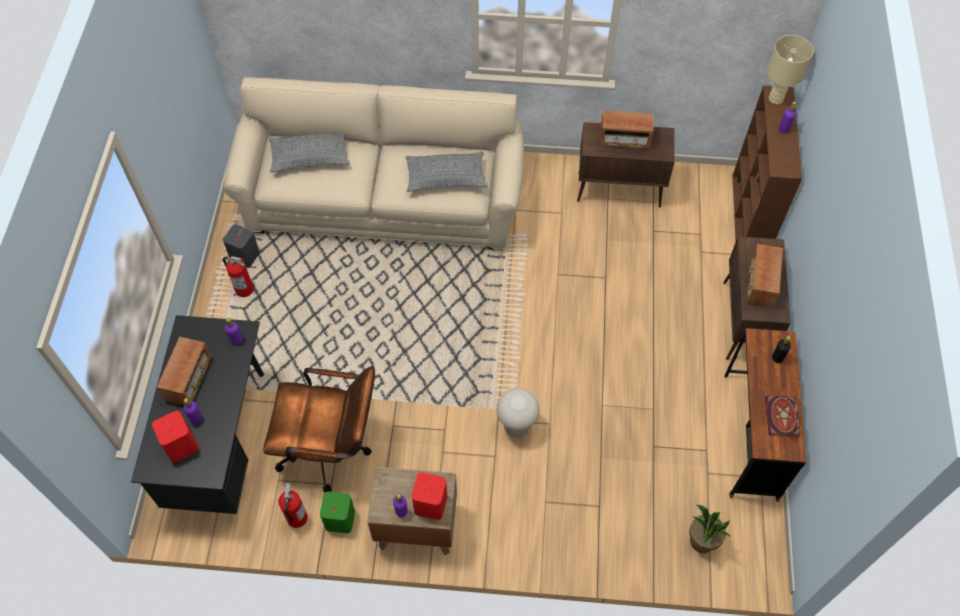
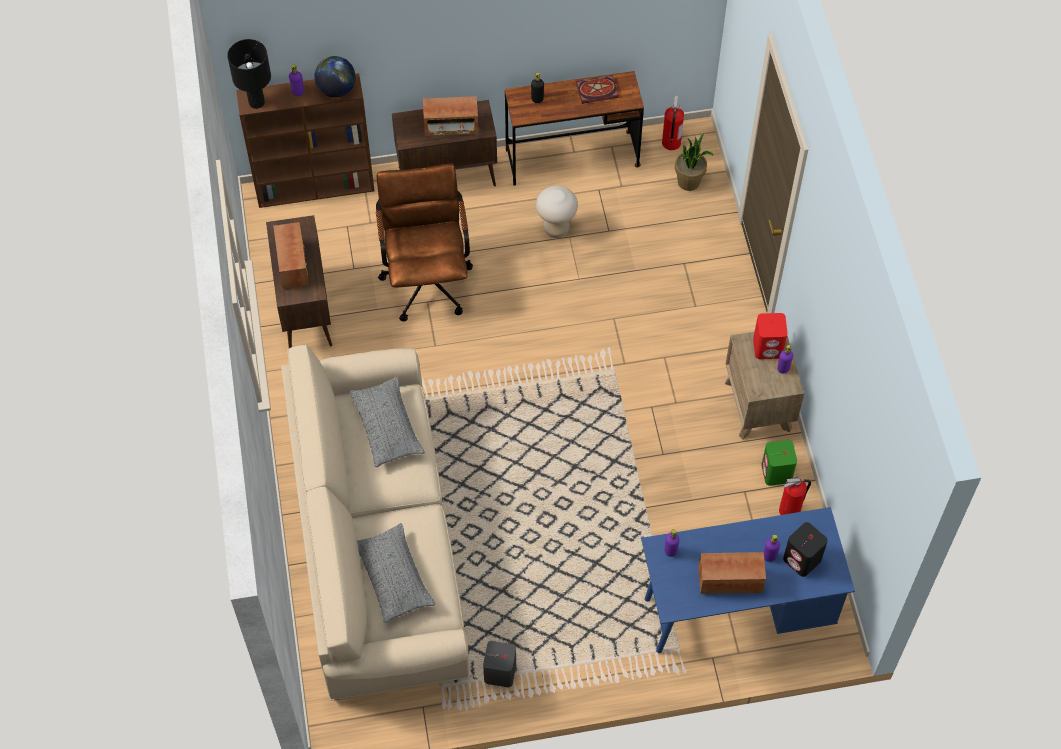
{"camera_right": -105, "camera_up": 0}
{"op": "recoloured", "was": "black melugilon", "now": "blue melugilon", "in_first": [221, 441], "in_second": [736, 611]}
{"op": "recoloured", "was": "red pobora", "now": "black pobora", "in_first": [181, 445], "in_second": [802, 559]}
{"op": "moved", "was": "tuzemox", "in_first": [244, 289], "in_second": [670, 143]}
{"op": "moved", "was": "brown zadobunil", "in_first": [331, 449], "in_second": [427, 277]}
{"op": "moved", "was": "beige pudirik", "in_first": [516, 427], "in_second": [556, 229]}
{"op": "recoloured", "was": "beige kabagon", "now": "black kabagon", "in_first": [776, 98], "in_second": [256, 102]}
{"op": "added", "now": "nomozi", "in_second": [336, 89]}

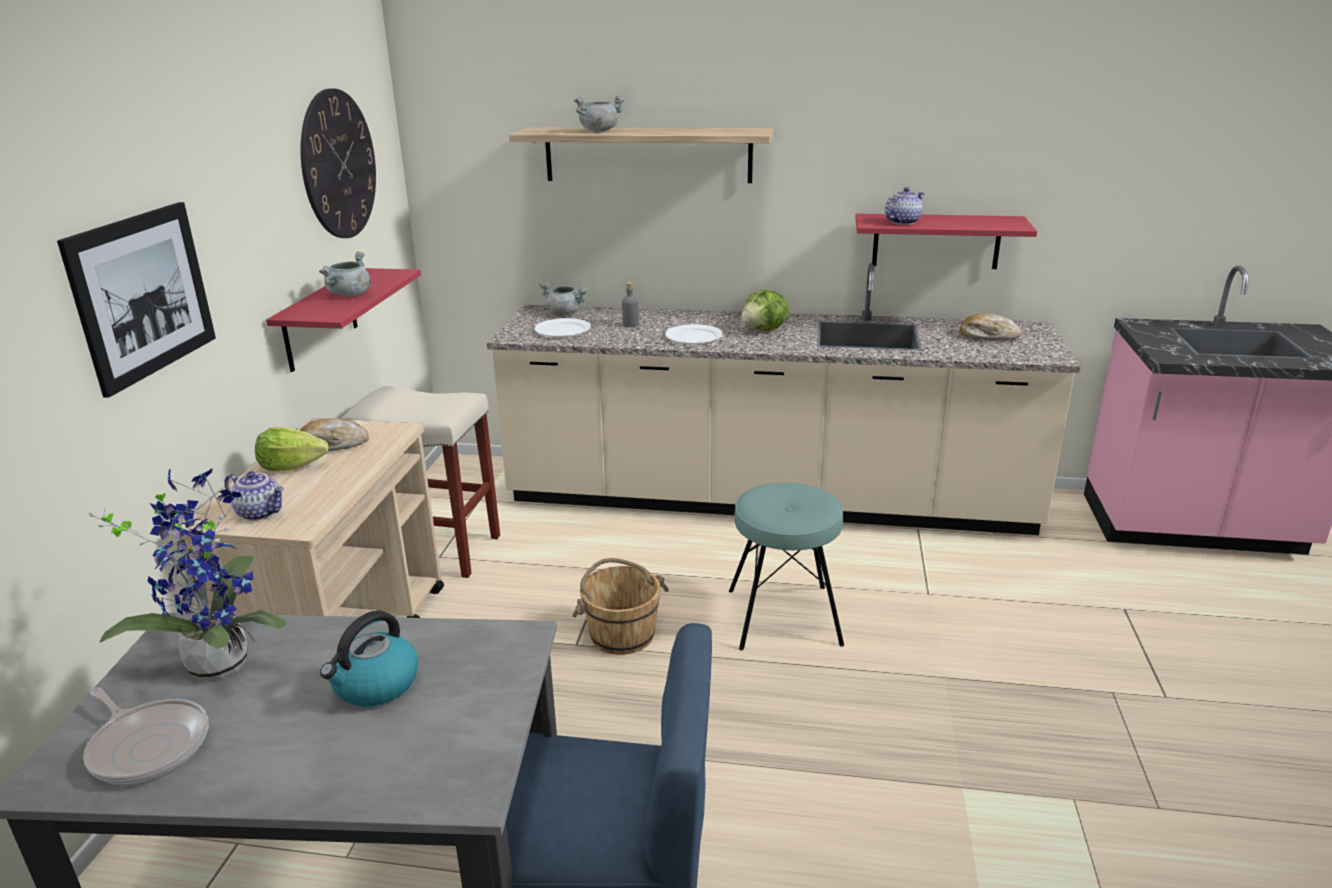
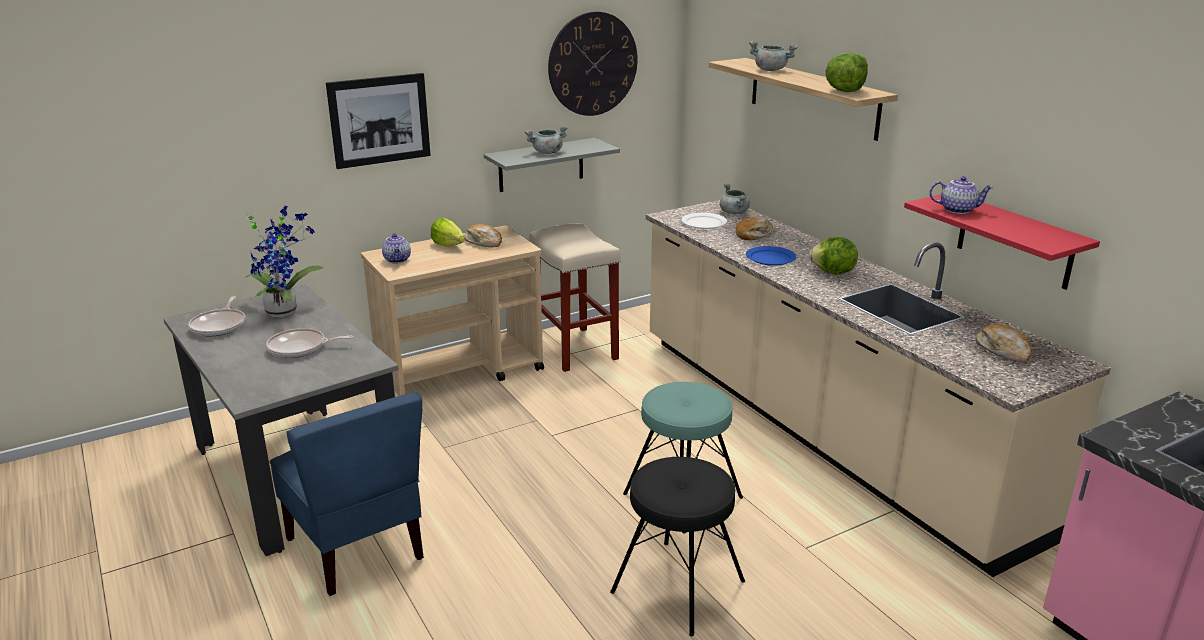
{"camera_right": 50, "camera_up": 0}
{"op": "recoloured", "was": "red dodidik", "now": "grey dodidik", "in_first": [320, 320], "in_second": [541, 165]}
{"op": "replaced", "was": "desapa", "now": "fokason", "in_first": [375, 685], "in_second": [300, 348]}
{"op": "removed", "was": "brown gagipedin", "in_first": [621, 634]}
{"op": "replaced", "was": "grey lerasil", "now": "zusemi", "in_first": [630, 324], "in_second": [754, 235]}
{"op": "recoloured", "was": "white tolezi", "now": "blue tolezi", "in_first": [694, 337], "in_second": [771, 258]}
{"op": "added", "now": "black pudirik", "in_second": [678, 587]}
{"op": "added", "now": "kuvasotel", "in_second": [844, 91]}

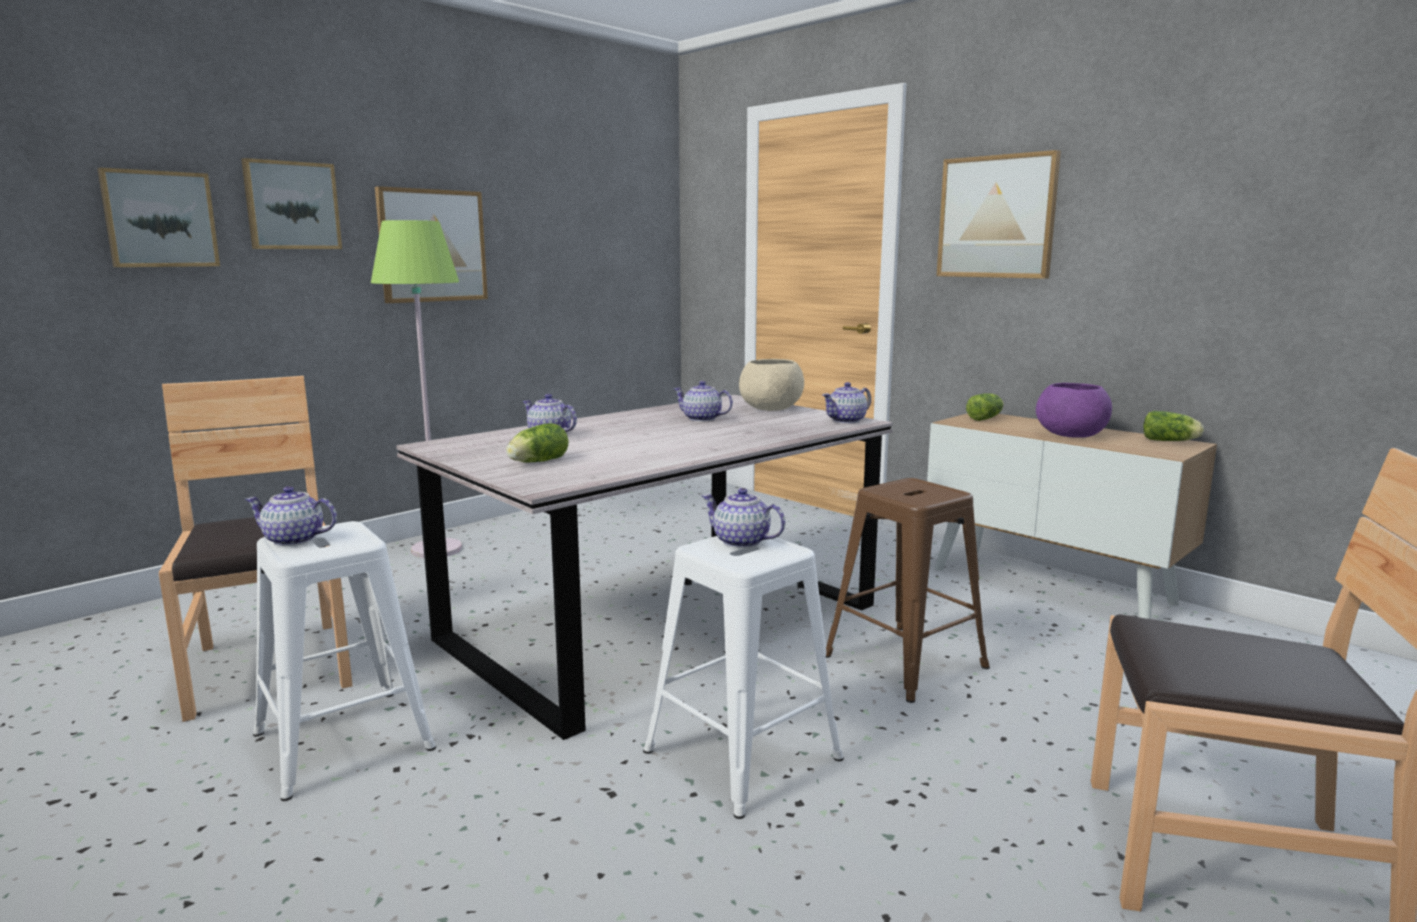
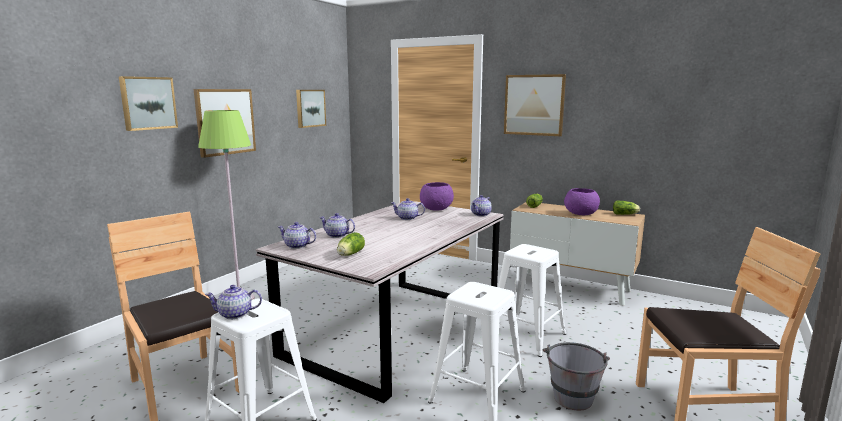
{"camera_right": -15, "camera_up": 0}
{"op": "moved", "was": "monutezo", "in_first": [160, 219], "in_second": [310, 108]}
{"op": "moved", "was": "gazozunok", "in_first": [742, 542], "in_second": [297, 246]}
{"op": "recoloured", "was": "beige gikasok", "now": "purple gikasok", "in_first": [770, 409], "in_second": [436, 209]}
{"op": "recoloured", "was": "brown pudirik", "now": "white pudirik", "in_first": [905, 662], "in_second": [527, 336]}
{"op": "added", "now": "grey gagipedin", "in_second": [572, 394]}

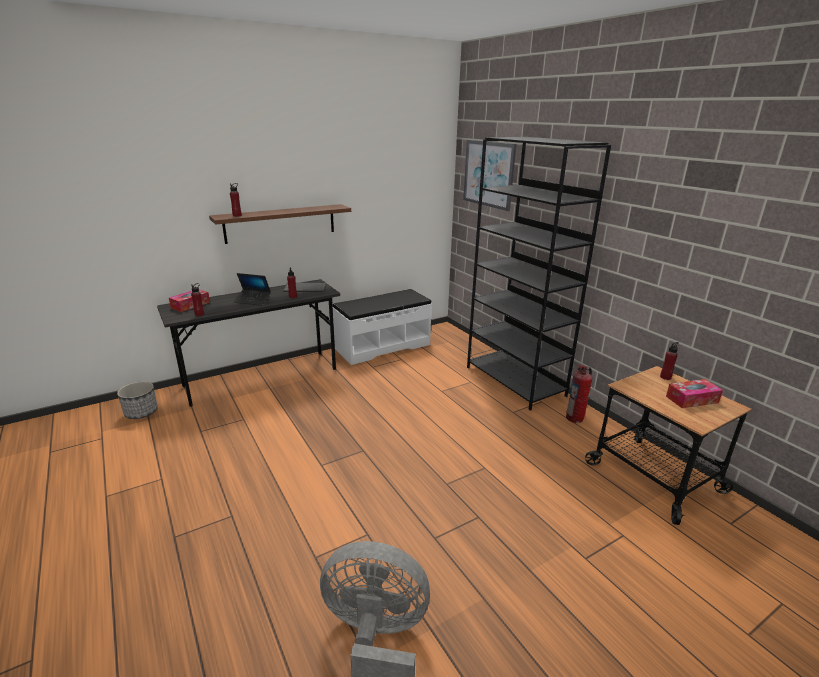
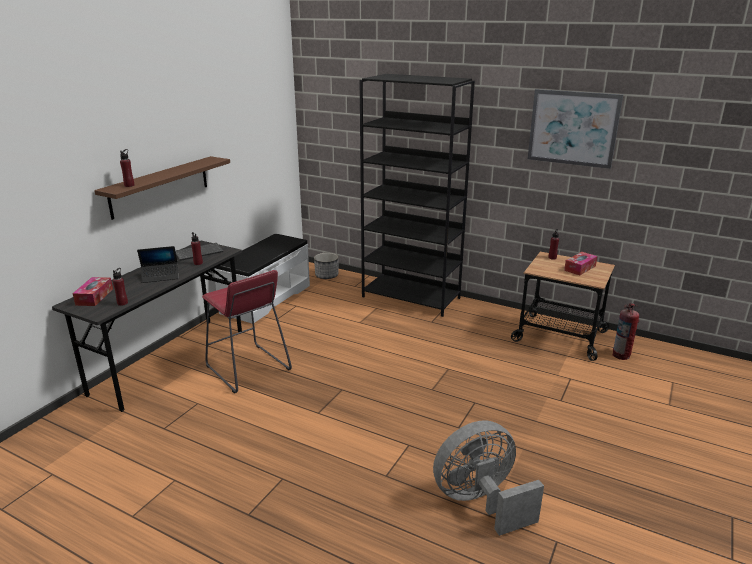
{"camera_right": -30, "camera_up": 0}
{"op": "moved", "was": "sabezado", "in_first": [141, 412], "in_second": [326, 276]}
{"op": "moved", "was": "monutezo", "in_first": [488, 174], "in_second": [573, 128]}
{"op": "moved", "was": "tuzemox", "in_first": [575, 418], "in_second": [621, 355]}
{"op": "added", "now": "red pudirik", "in_second": [247, 368]}

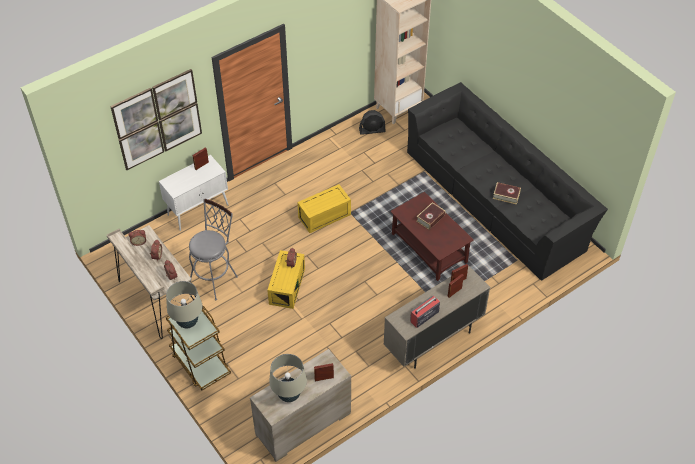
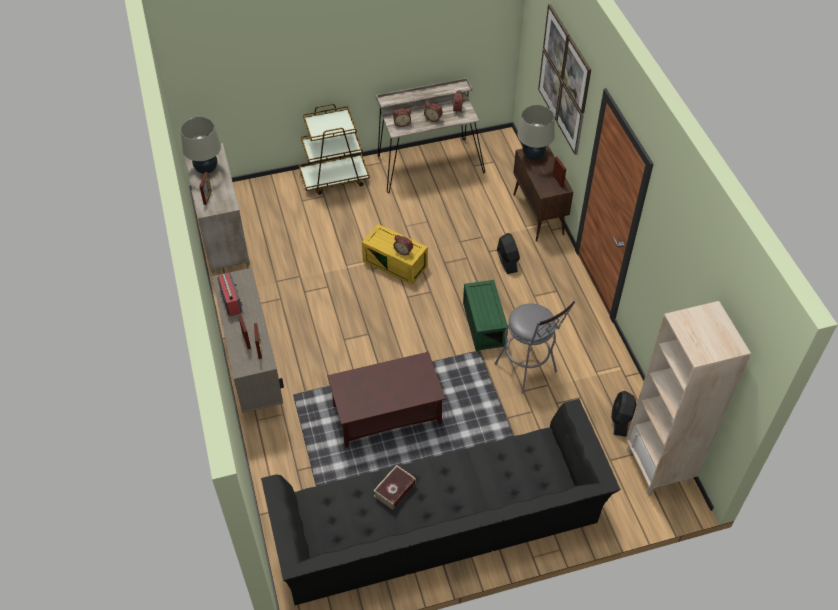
{"camera_right": 110, "camera_up": 0}
{"op": "recoloured", "was": "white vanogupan", "now": "brown vanogupan", "in_first": [198, 210], "in_second": [538, 215]}
{"op": "moved", "was": "beige kabagon", "in_first": [187, 322], "in_second": [533, 155]}
{"op": "moved", "was": "grey pudirik", "in_first": [216, 277], "in_second": [529, 371]}
{"op": "recoloured", "was": "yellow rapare", "now": "green rapare", "in_first": [324, 217], "in_second": [483, 323]}
{"op": "removed", "was": "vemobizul", "in_first": [430, 218]}
{"op": "added", "now": "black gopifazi", "in_second": [507, 261]}

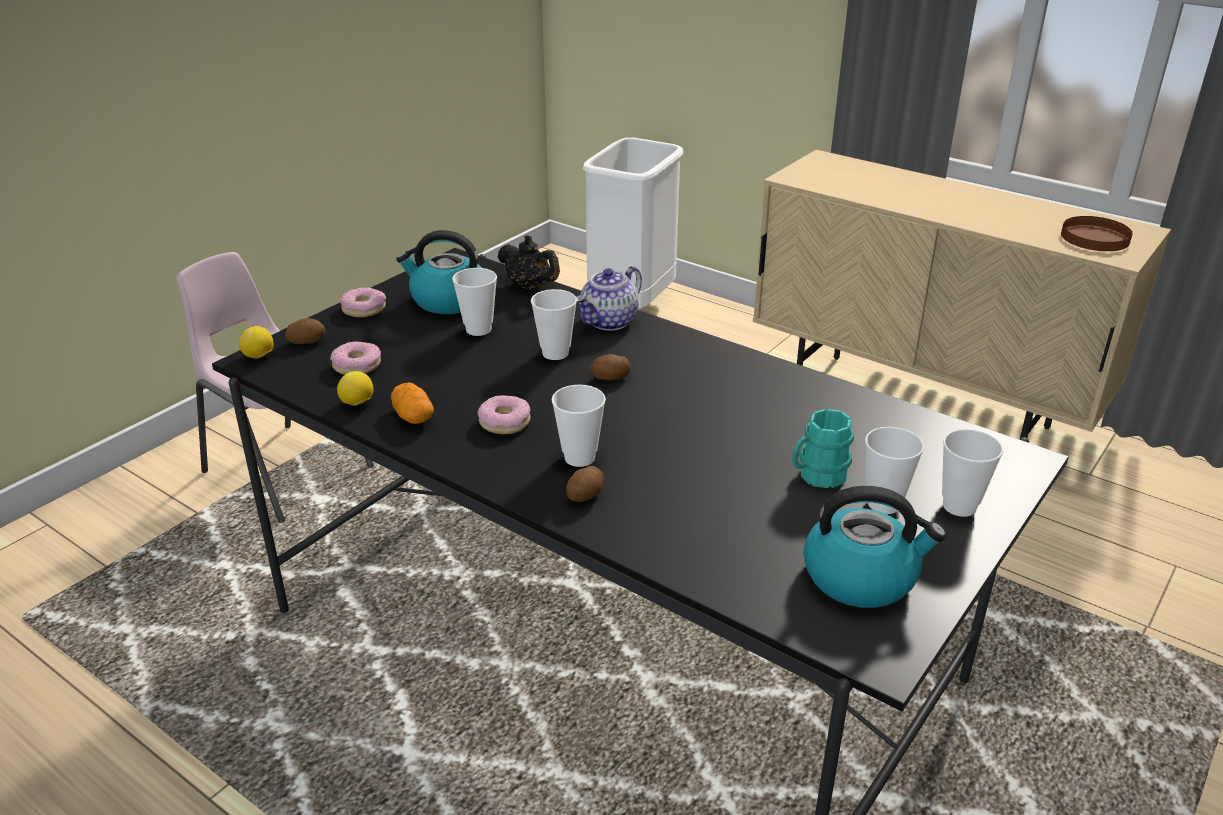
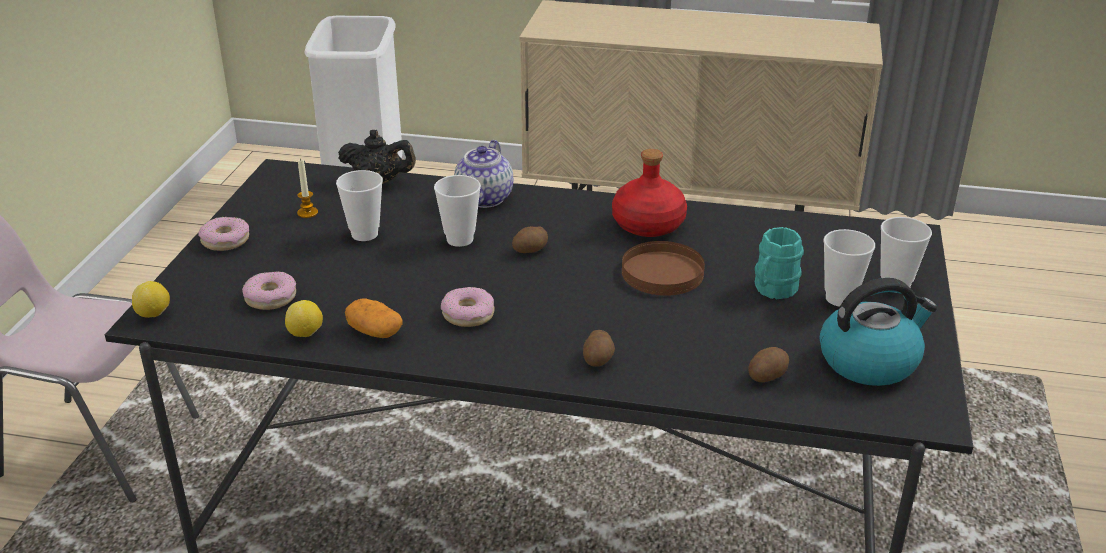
{"camera_right": -25, "camera_up": 0}
{"op": "moved", "was": "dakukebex", "in_first": [307, 341], "in_second": [766, 375]}
{"op": "replaced", "was": "desapa", "now": "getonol", "in_first": [448, 300], "in_second": [307, 213]}
{"op": "removed", "was": "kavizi", "in_first": [579, 457]}
{"op": "moved", "was": "brown tolezi", "in_first": [1095, 237], "in_second": [663, 272]}
{"op": "added", "now": "red lerasil", "in_second": [649, 225]}

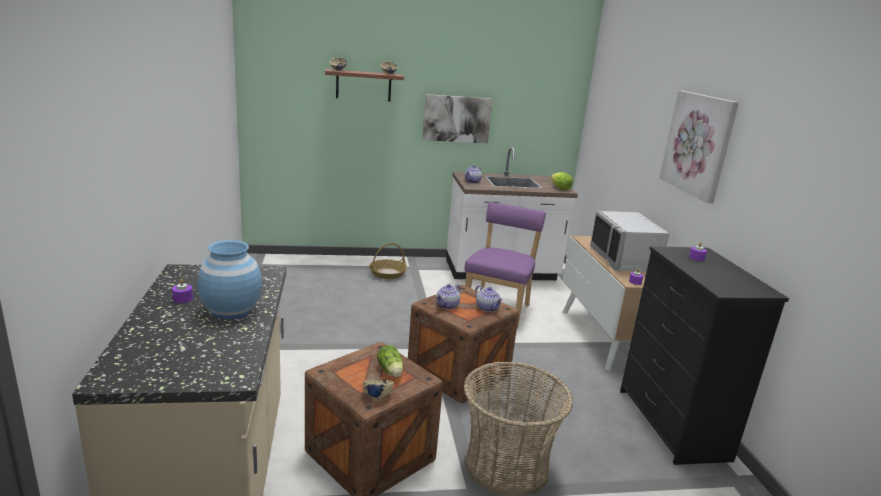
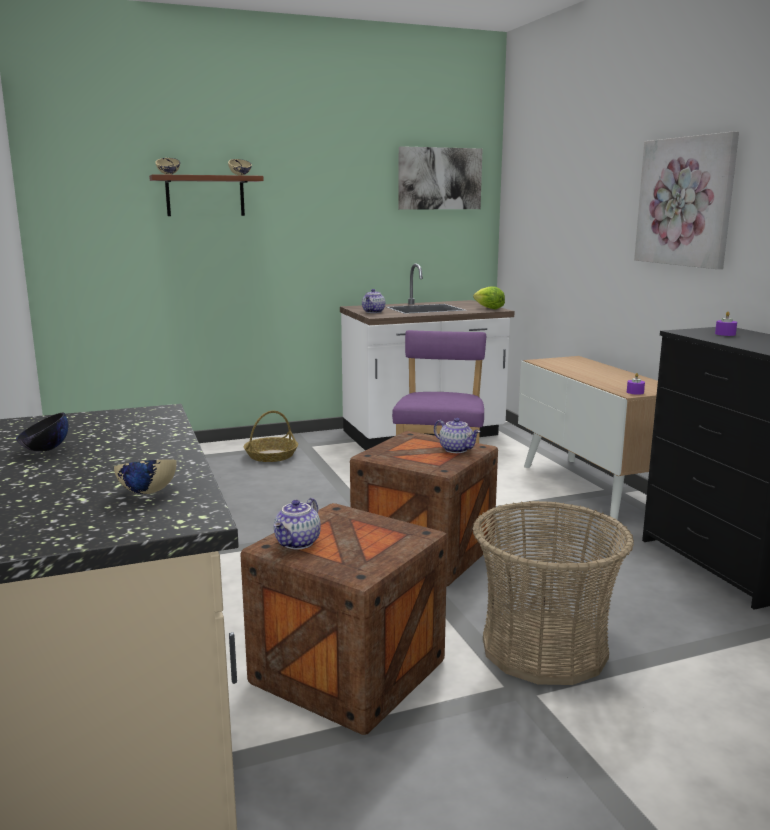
{"camera_right": -10, "camera_up": -5}
{"op": "replaced", "was": "purple getonol", "now": "black gikasok", "in_first": [183, 299], "in_second": [44, 450]}
{"op": "removed", "was": "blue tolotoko", "in_first": [231, 310]}
{"op": "moved", "was": "beige gikasok", "in_first": [377, 395], "in_second": [147, 492]}
{"op": "removed", "was": "kuvasotel", "in_first": [391, 372]}
{"op": "moved", "was": "monutezo", "in_first": [456, 119], "in_second": [439, 178]}
{"op": "moved", "was": "gazozunok", "in_first": [447, 306], "in_second": [298, 543]}
{"op": "removed", "was": "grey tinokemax", "in_first": [624, 260]}

